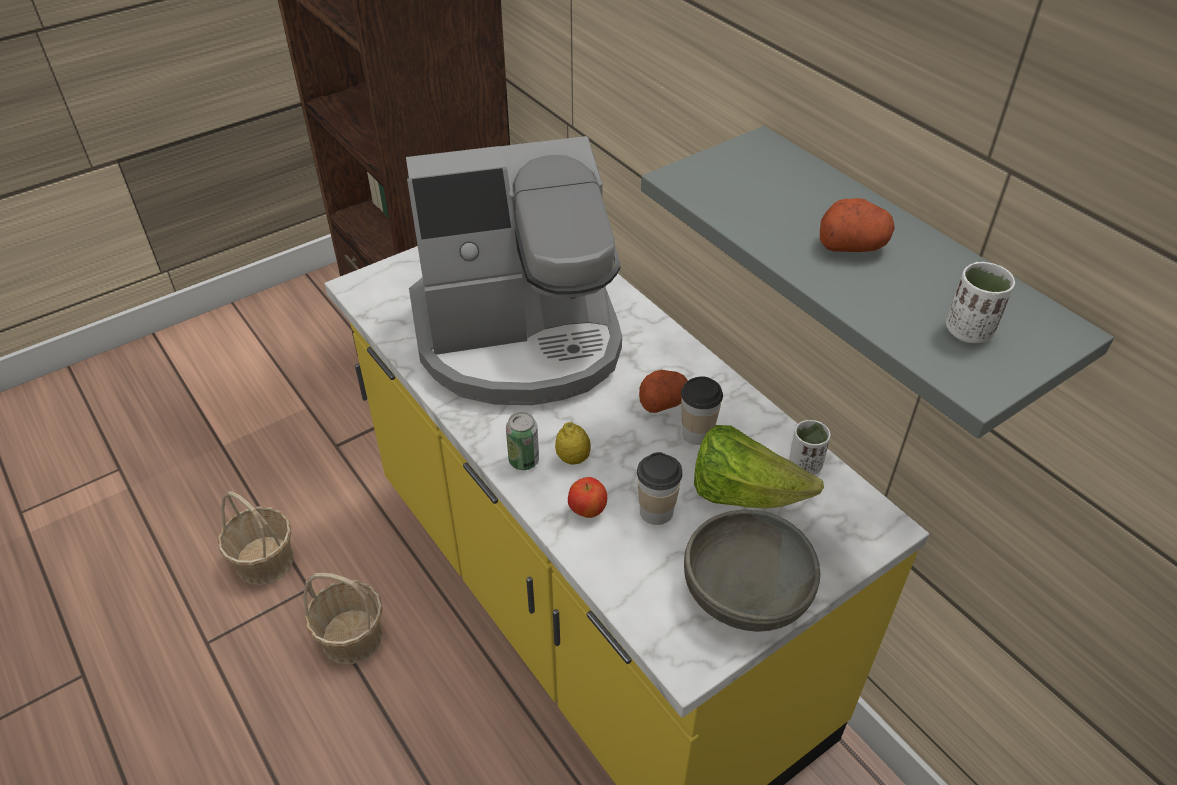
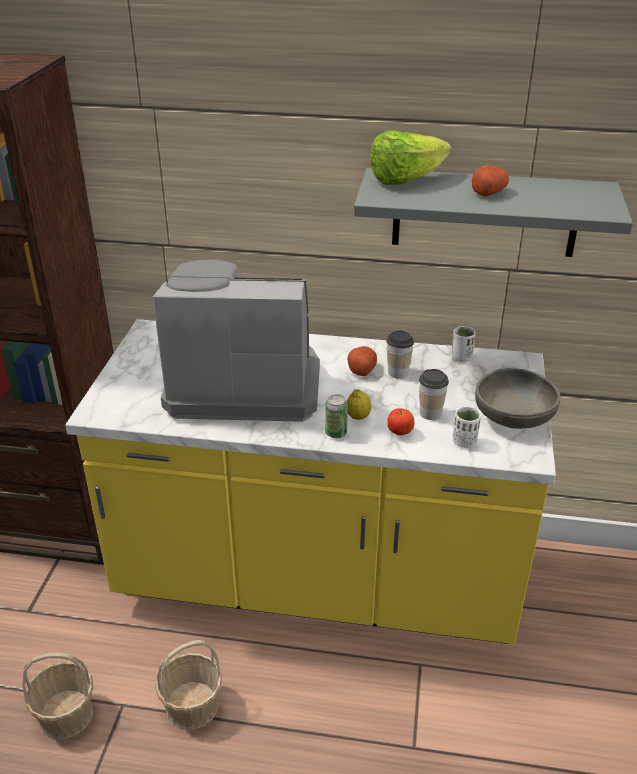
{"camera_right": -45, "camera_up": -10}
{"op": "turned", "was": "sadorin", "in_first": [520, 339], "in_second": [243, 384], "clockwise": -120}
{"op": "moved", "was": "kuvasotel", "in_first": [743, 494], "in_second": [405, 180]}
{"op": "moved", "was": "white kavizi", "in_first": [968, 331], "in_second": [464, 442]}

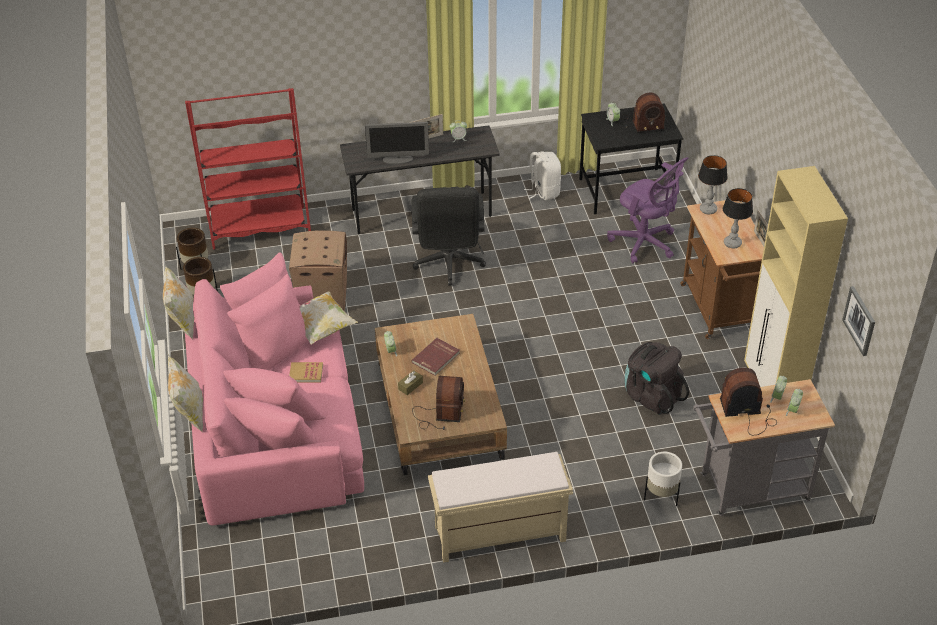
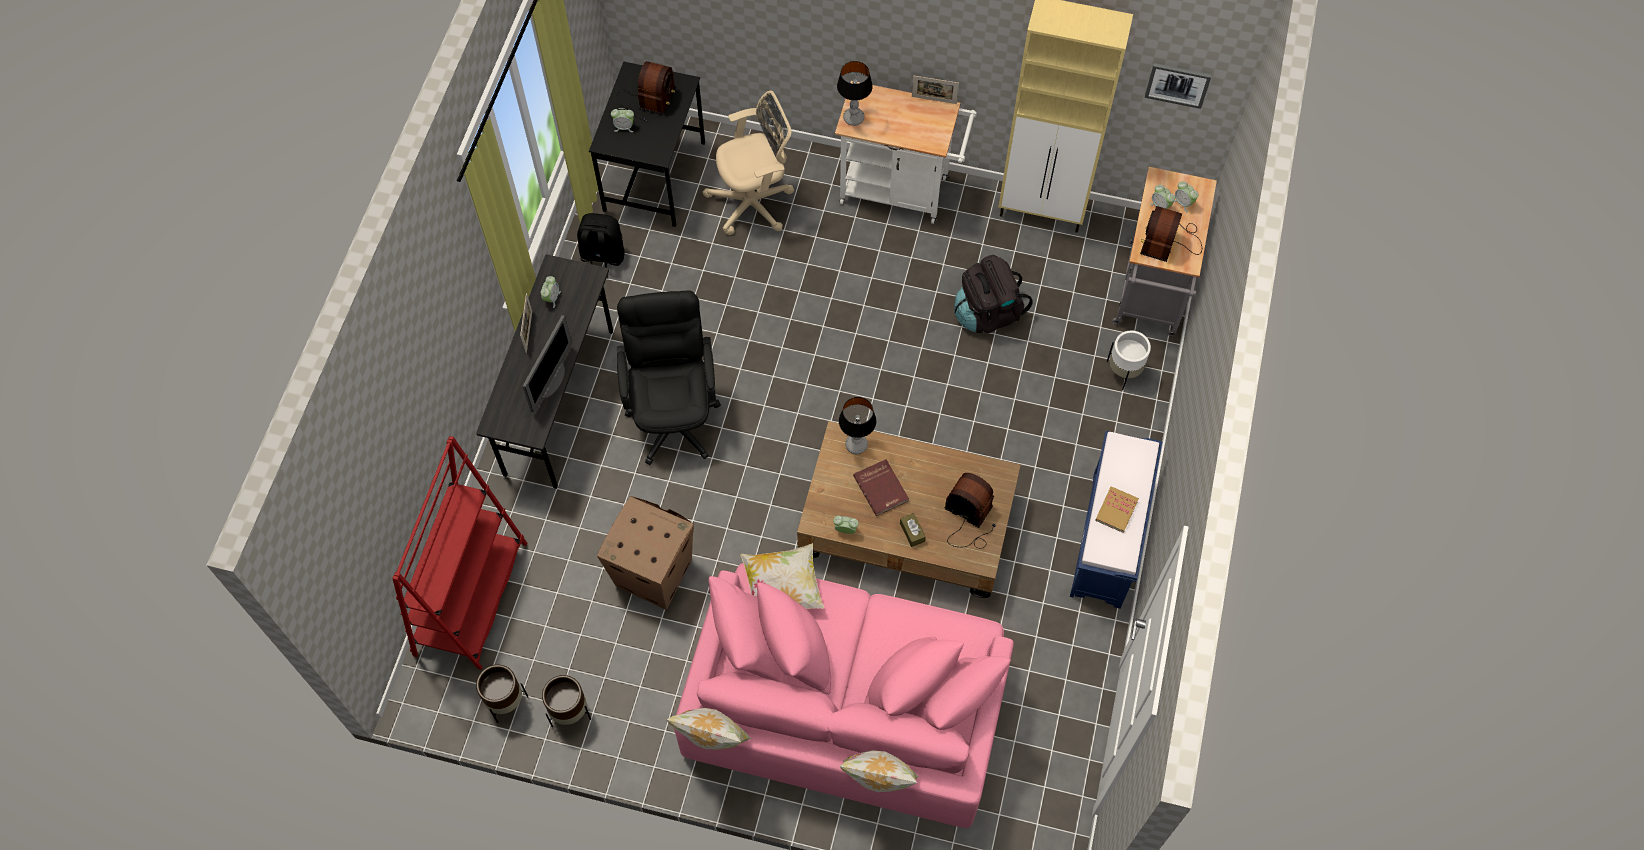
{"camera_right": -65, "camera_up": 20}
{"op": "moved", "was": "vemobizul", "in_first": [306, 373], "in_second": [1116, 510]}
{"op": "turned", "was": "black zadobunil", "in_first": [448, 265], "in_second": [673, 413], "clockwise": -120}
{"op": "recoloured", "was": "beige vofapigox", "now": "blue vofapigox", "in_first": [498, 535], "in_second": [1107, 541]}
{"op": "recoloured", "was": "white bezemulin", "now": "black bezemulin", "in_first": [544, 191], "in_second": [602, 257]}
{"op": "recoloured", "was": "purple zadobunil", "now": "beige zadobunil", "in_first": [645, 243], "in_second": [754, 203]}
{"op": "recoloured", "was": "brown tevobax", "now": "white tevobax", "in_first": [720, 312], "in_second": [901, 191]}
{"op": "moved", "was": "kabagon", "in_first": [732, 243], "in_second": [856, 445]}

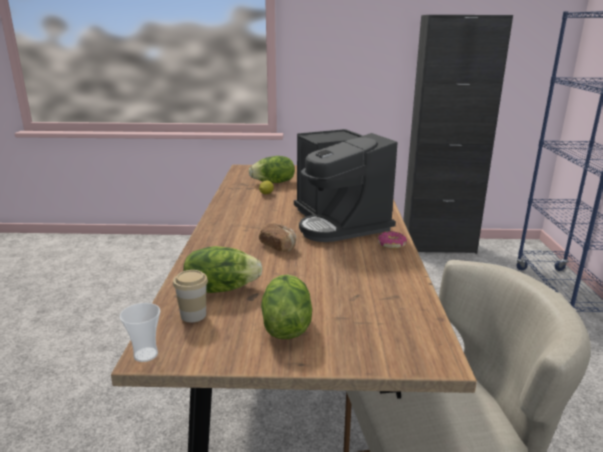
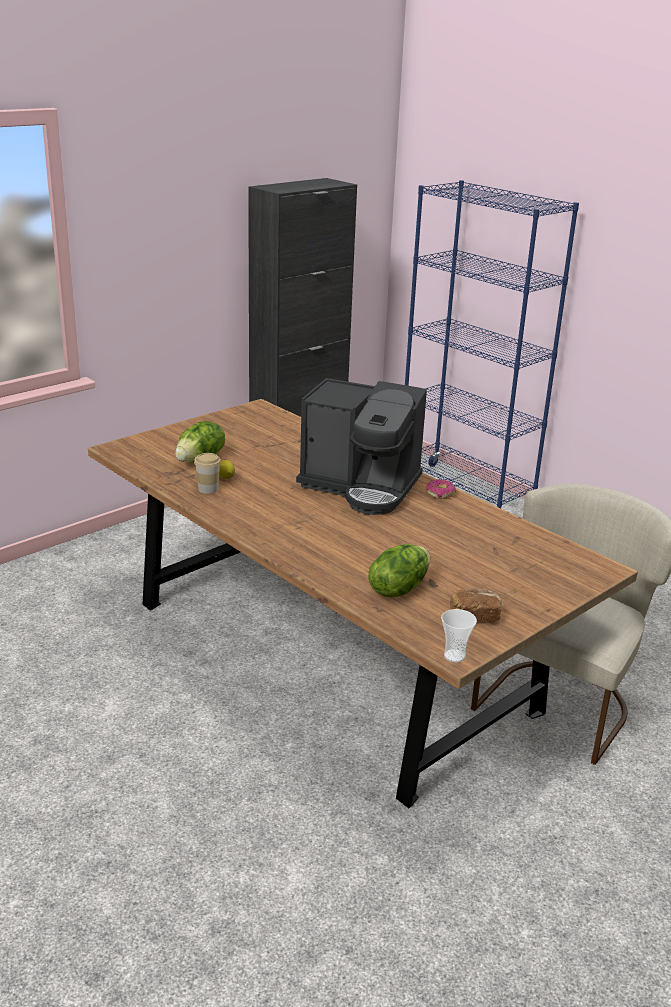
{"camera_right": -45, "camera_up": 5}
{"op": "moved", "was": "kavizi", "in_first": [193, 315], "in_second": [208, 489]}
{"op": "moved", "was": "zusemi", "in_first": [278, 246], "in_second": [474, 616]}
{"op": "removed", "was": "kuvasotel", "in_first": [285, 326]}

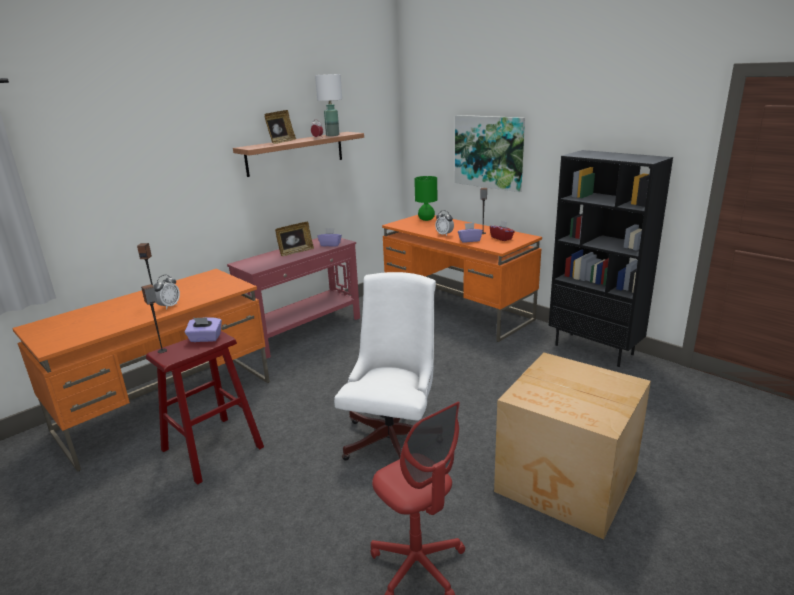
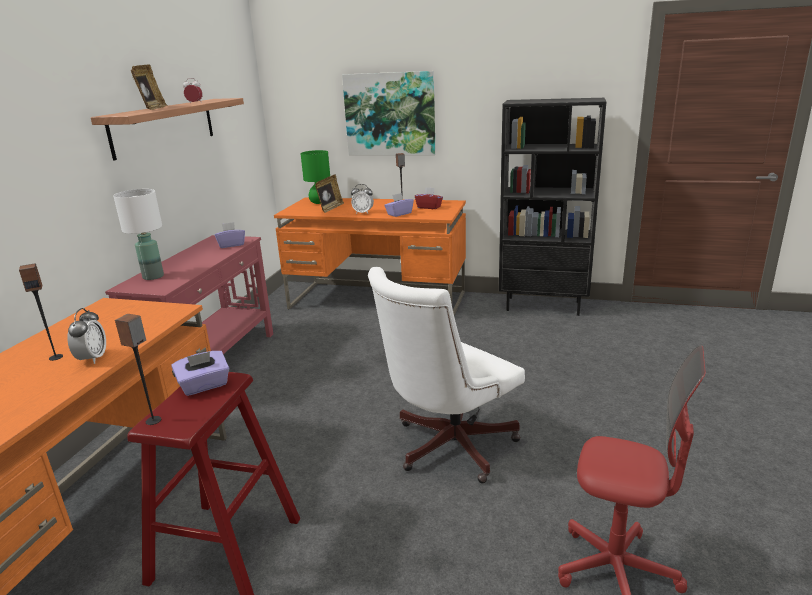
{"camera_right": -30, "camera_up": 0}
{"op": "moved", "was": "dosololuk", "in_first": [295, 252], "in_second": [330, 208]}
{"op": "moved", "was": "white kabagon", "in_first": [332, 135], "in_second": [153, 277]}
{"op": "turned", "was": "white zadobunil", "in_first": [394, 437], "in_second": [447, 447], "clockwise": -120}
{"op": "removed", "was": "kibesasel", "in_first": [567, 482]}

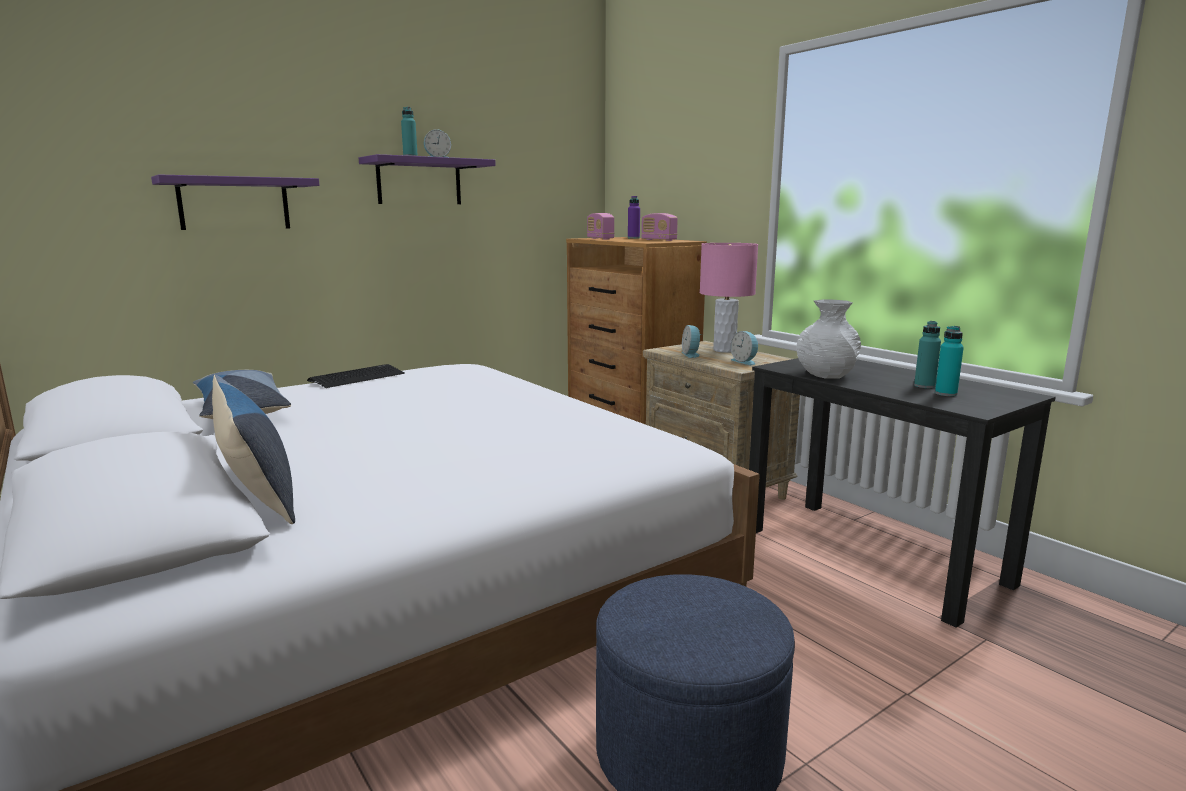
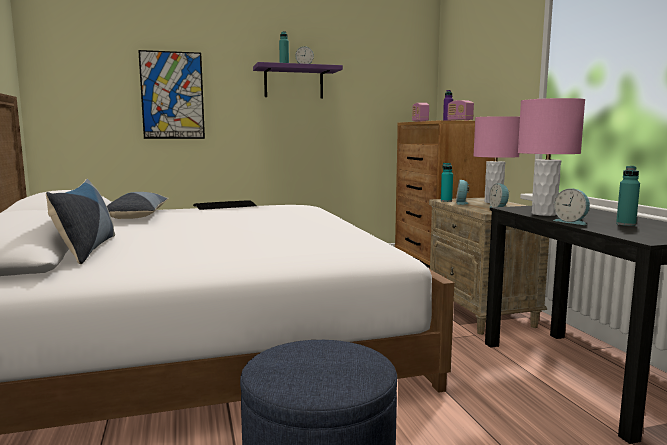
{"camera_right": 20, "camera_up": -5}
{"op": "replaced", "was": "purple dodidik", "now": "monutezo", "in_first": [234, 204], "in_second": [172, 95]}
{"op": "replaced", "was": "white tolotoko", "now": "pink kabagon", "in_first": [825, 374], "in_second": [543, 214]}
{"op": "moved", "was": "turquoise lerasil", "in_first": [945, 394], "in_second": [446, 201]}
{"op": "added", "now": "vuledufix", "in_second": [571, 222]}

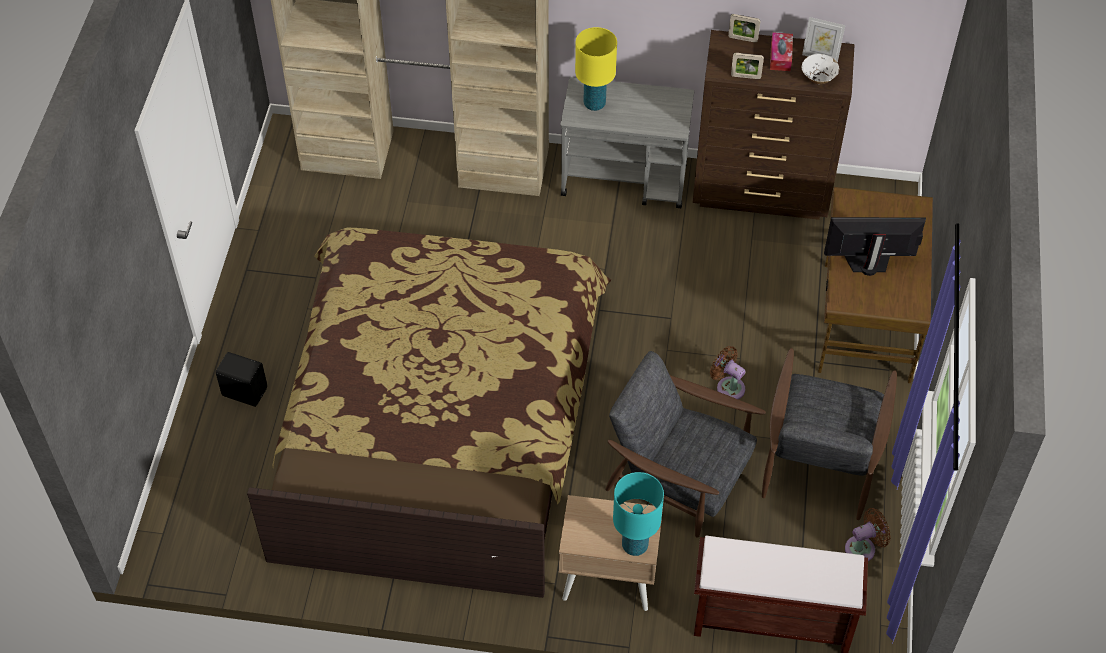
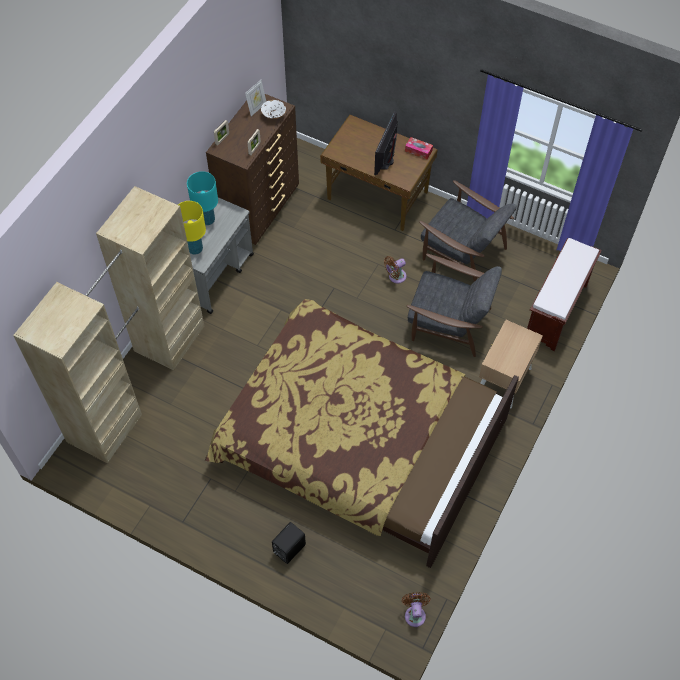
{"camera_right": -70, "camera_up": 5}
{"op": "turned", "was": "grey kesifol", "in_first": [679, 477], "in_second": [448, 322], "clockwise": -120}
{"op": "moved", "was": "turquoise kabagon", "in_first": [634, 545], "in_second": [207, 220]}
{"op": "moved", "was": "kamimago", "in_first": [780, 56], "in_second": [418, 151]}
{"op": "moved", "was": "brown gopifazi", "in_first": [863, 548], "in_second": [415, 614]}

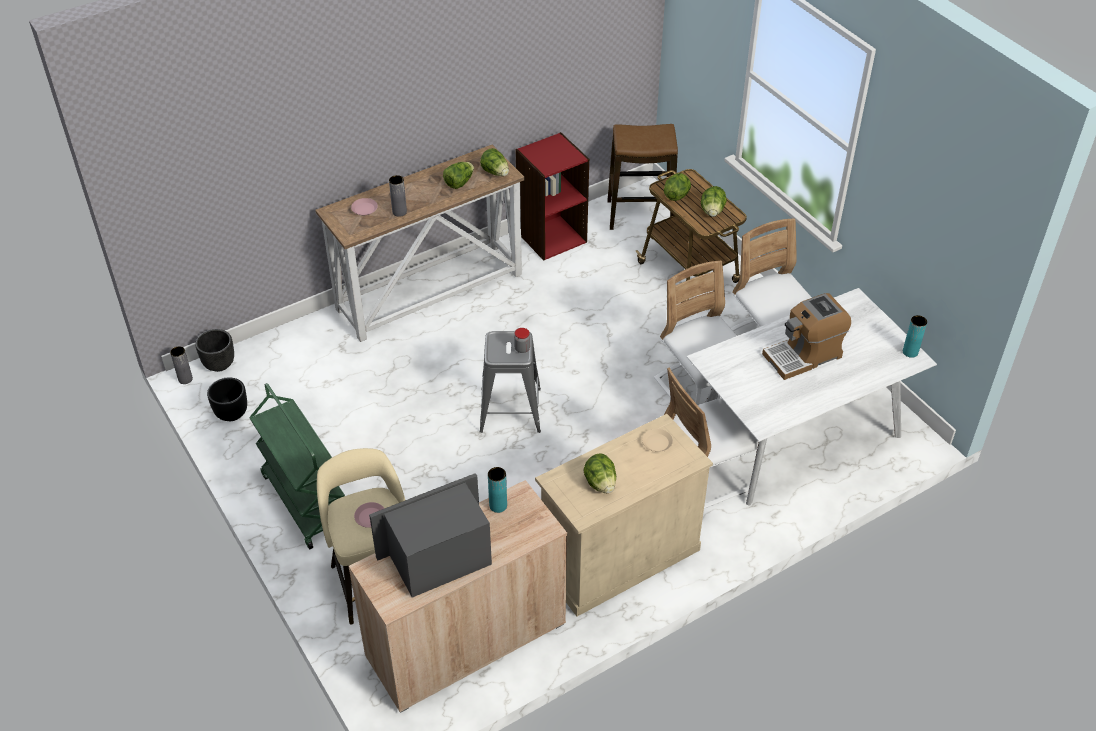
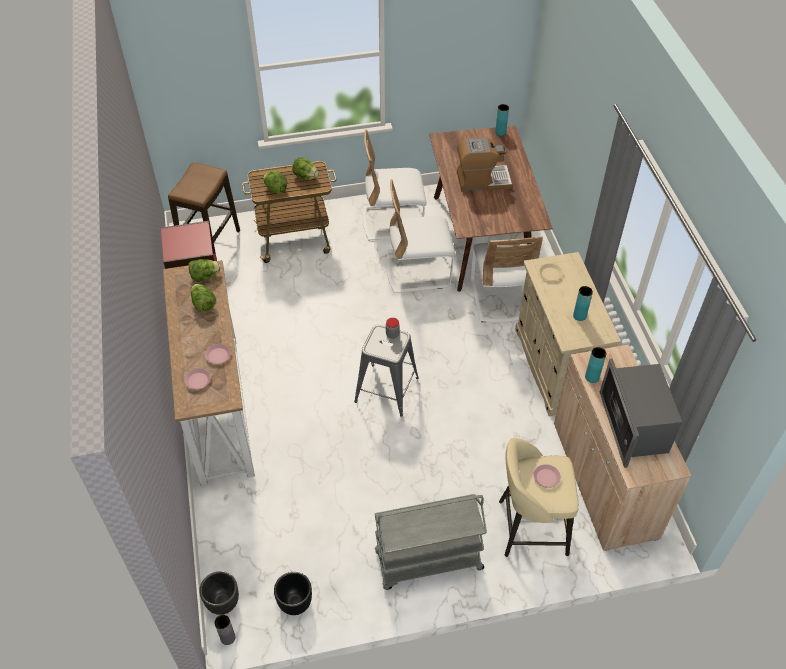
{"camera_right": -70, "camera_up": 5}
{"op": "recoloured", "was": "green tevobax", "now": "grey tevobax", "in_first": [305, 501], "in_second": [428, 561]}
{"op": "replaced", "was": "grey tolotoko", "now": "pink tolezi", "in_first": [399, 212], "in_second": [218, 355]}
{"op": "replaced", "was": "kuvasotel", "now": "turquoise tolotoko", "in_first": [600, 483], "in_second": [579, 316]}
{"op": "recoloured", "was": "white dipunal", "now": "brown dipunal", "in_first": [795, 434], "in_second": [480, 238]}
{"op": "turned", "was": "sadorin", "in_first": [803, 355], "in_second": [482, 180], "clockwise": -90}

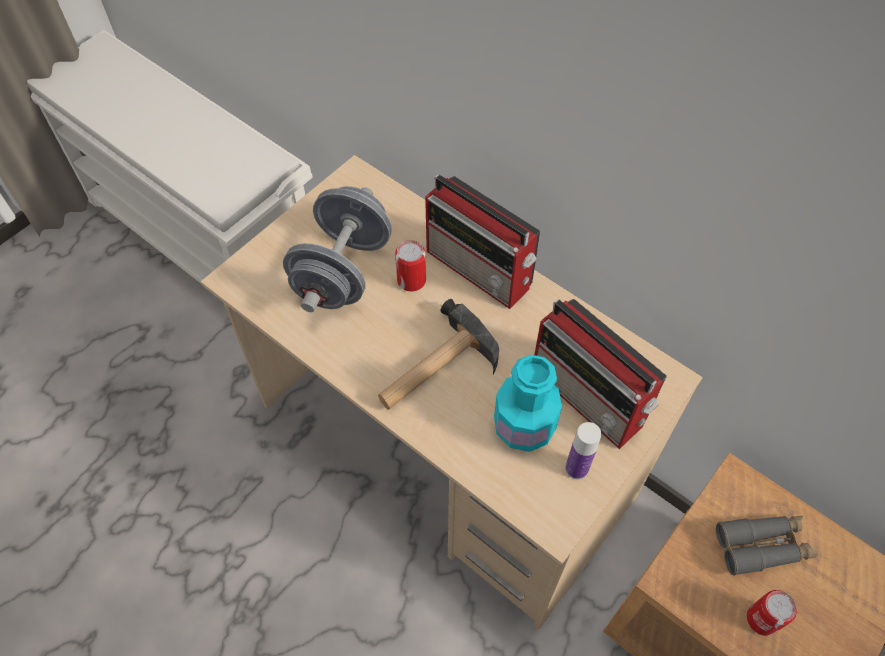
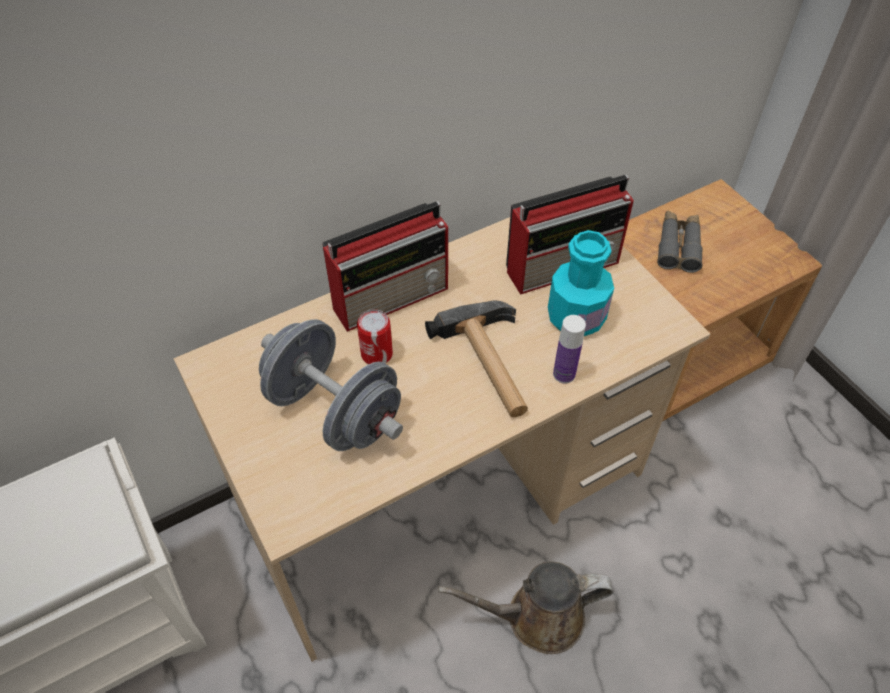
{"camera_right": -70, "camera_up": -5}
{"op": "moved", "was": "lerasil", "in_first": [576, 468], "in_second": [564, 374]}
{"op": "removed", "was": "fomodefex", "in_first": [762, 619]}
{"op": "added", "now": "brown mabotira", "in_second": [537, 617]}

